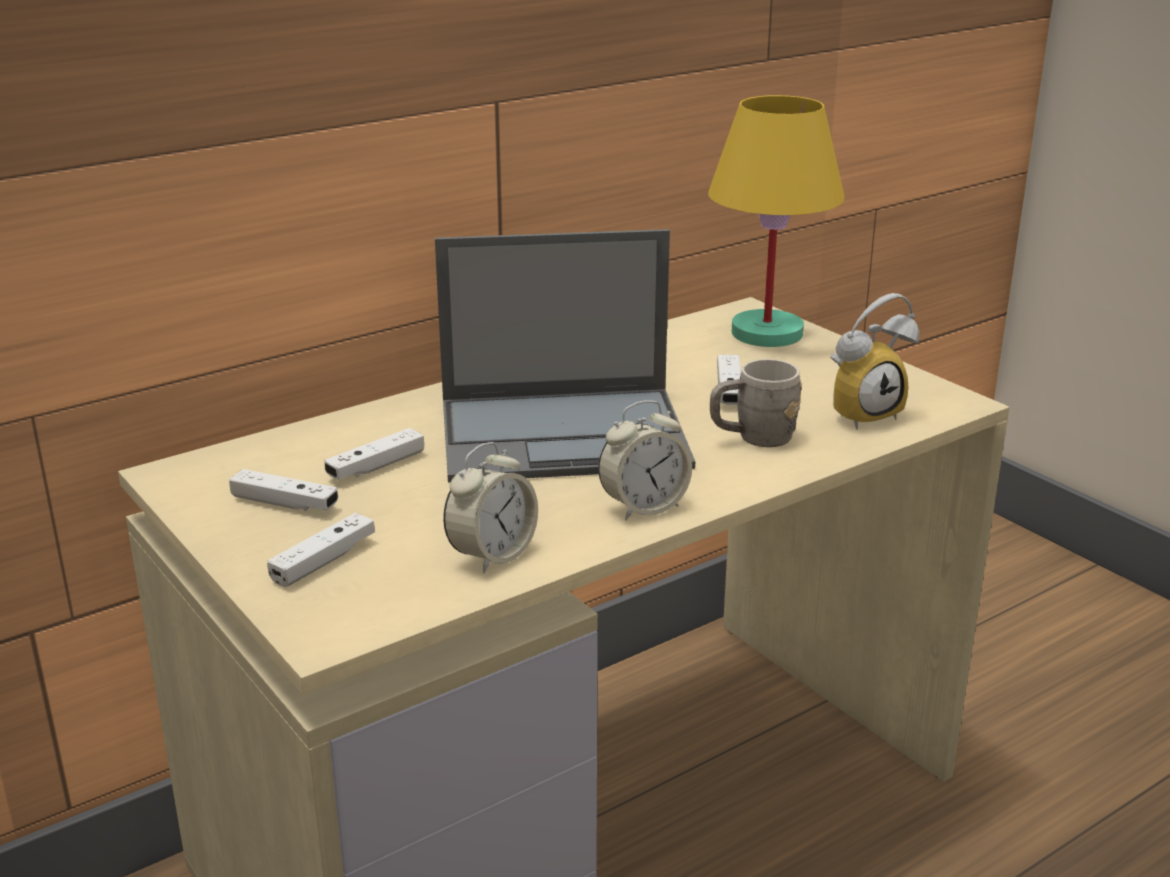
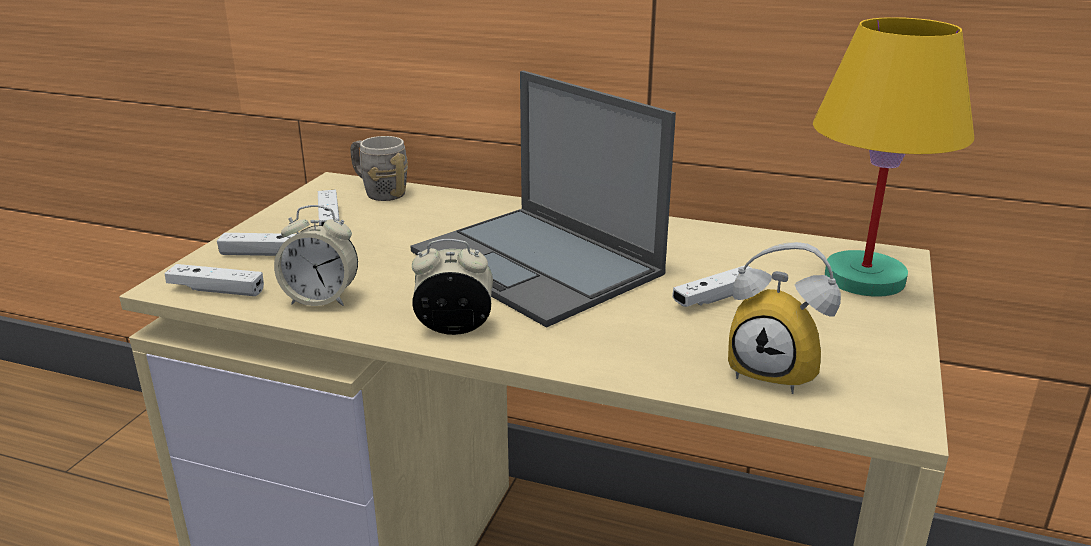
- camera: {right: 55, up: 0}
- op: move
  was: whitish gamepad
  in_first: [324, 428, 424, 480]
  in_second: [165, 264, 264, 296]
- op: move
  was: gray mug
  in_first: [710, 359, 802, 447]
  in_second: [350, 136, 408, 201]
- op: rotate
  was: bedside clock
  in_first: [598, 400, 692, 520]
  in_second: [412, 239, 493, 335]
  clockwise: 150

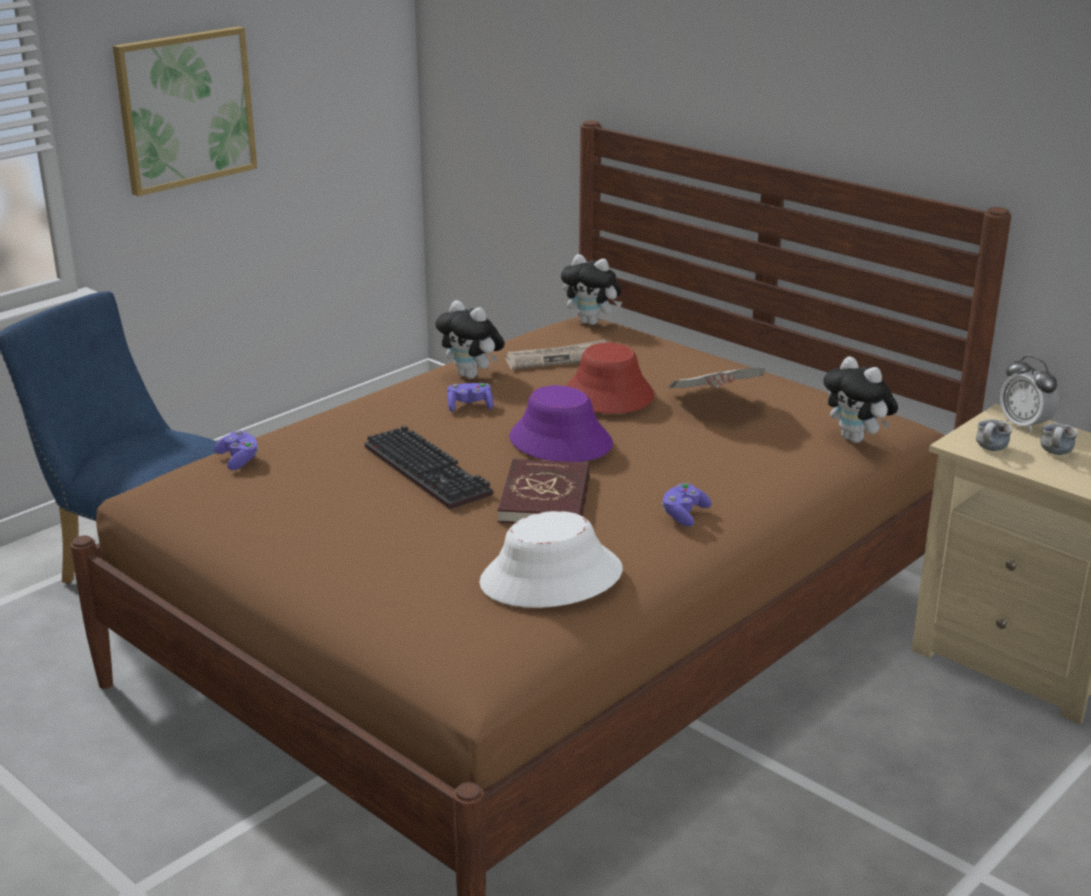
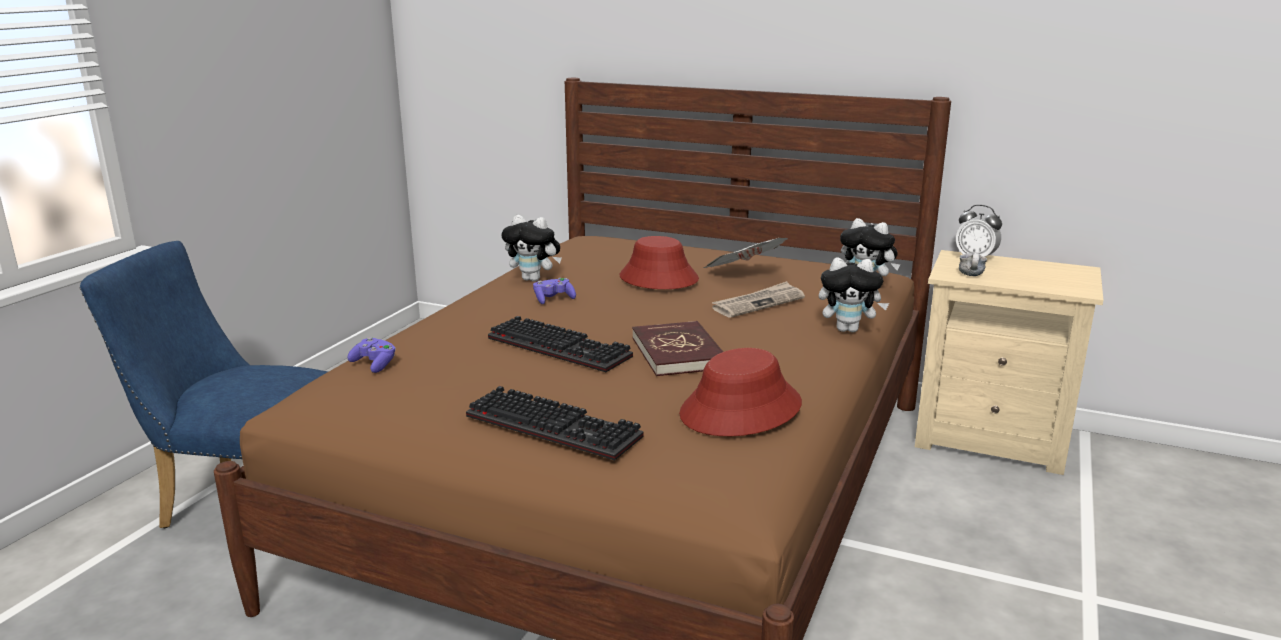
- camera: {right: -20, up: -5}
- op: delete
  was: wall art
  in_first: [113, 26, 257, 196]
- op: delete
  was: purple clothing hat
  in_first: [509, 385, 613, 462]
- op: delete
  was: purple gamepad
  in_first: [661, 483, 711, 527]
- op: delete
  was: mug
  in_first: [1040, 423, 1078, 455]
- op: insert
  now: keyboard
  in_second: [466, 386, 644, 461]
- op: move
  was: daily paper
  in_first: [505, 339, 606, 370]
  in_second: [712, 281, 805, 318]
- op: move
  was: plush toy
  in_first: [561, 254, 622, 325]
  in_second: [819, 258, 889, 332]
- op: recolor
  was: whitish clothing hat
  now: red clothing hat
  in_first: [479, 511, 623, 608]
  in_second: [679, 348, 802, 436]

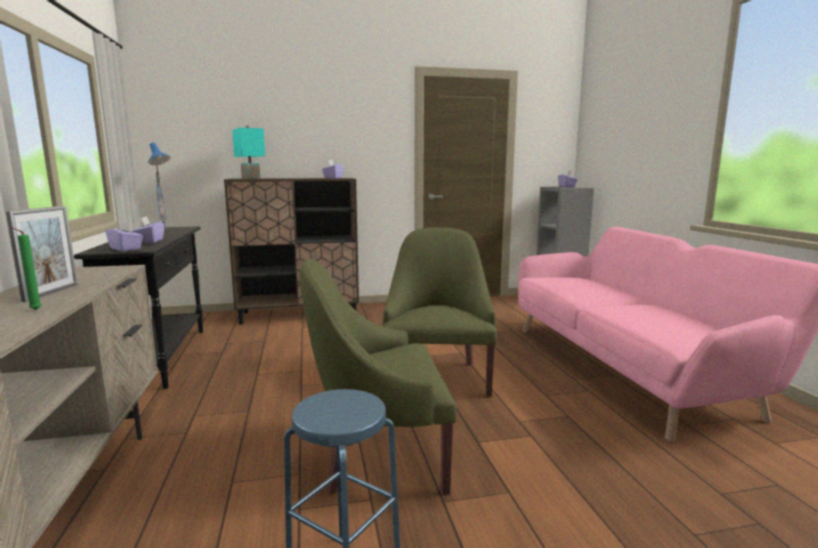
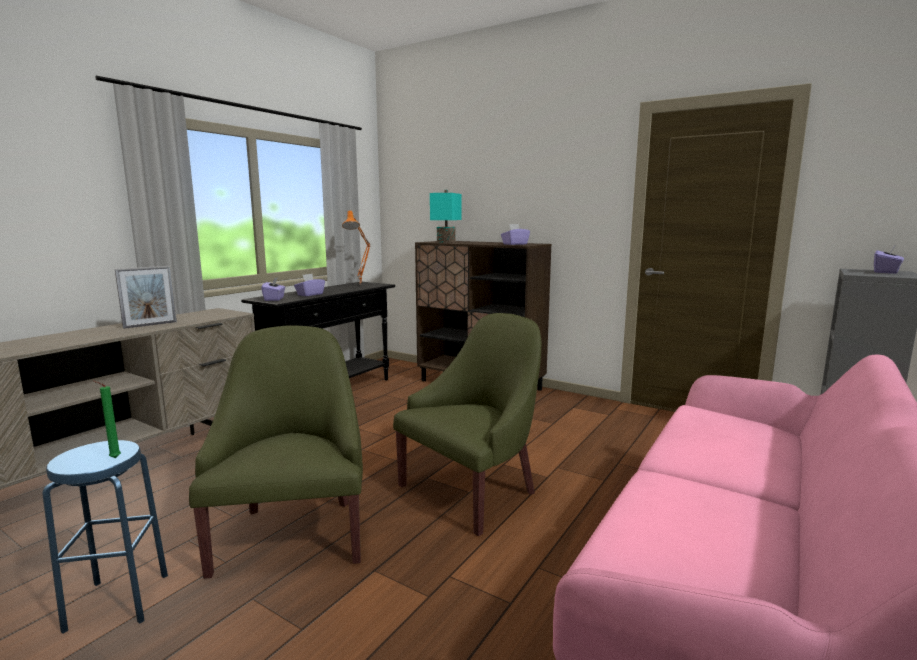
- camera: {right: 45, up: 0}
- op: move
  was: green candle
  in_first: [12, 228, 41, 310]
  in_second: [93, 380, 121, 458]
- op: recolor
  was: bluish tabletop lamp
  now: orange-coloured tabletop lamp
  in_first: [148, 143, 170, 230]
  in_second: [342, 210, 371, 283]
- op: rotate
  was: green easy chair
  in_first: [300, 259, 457, 495]
  in_second: [189, 325, 363, 579]
  clockwise: 45

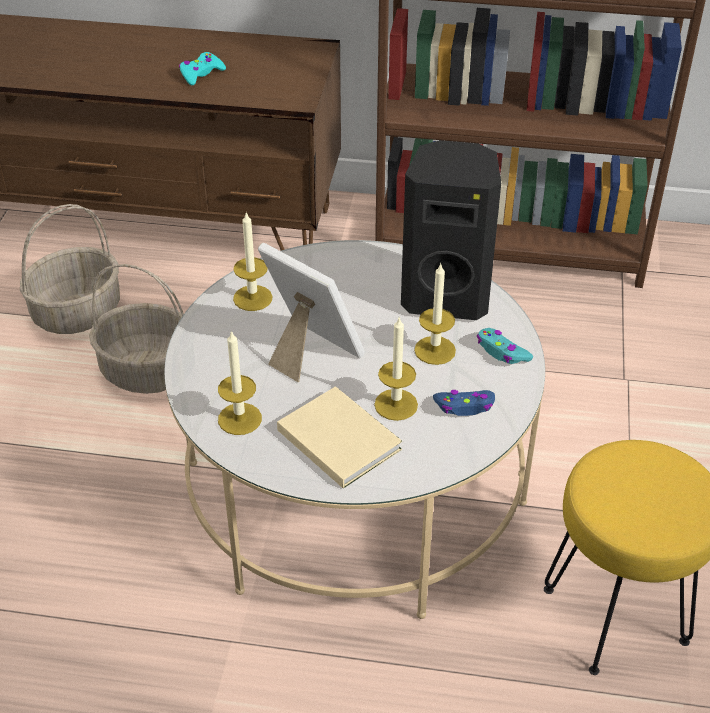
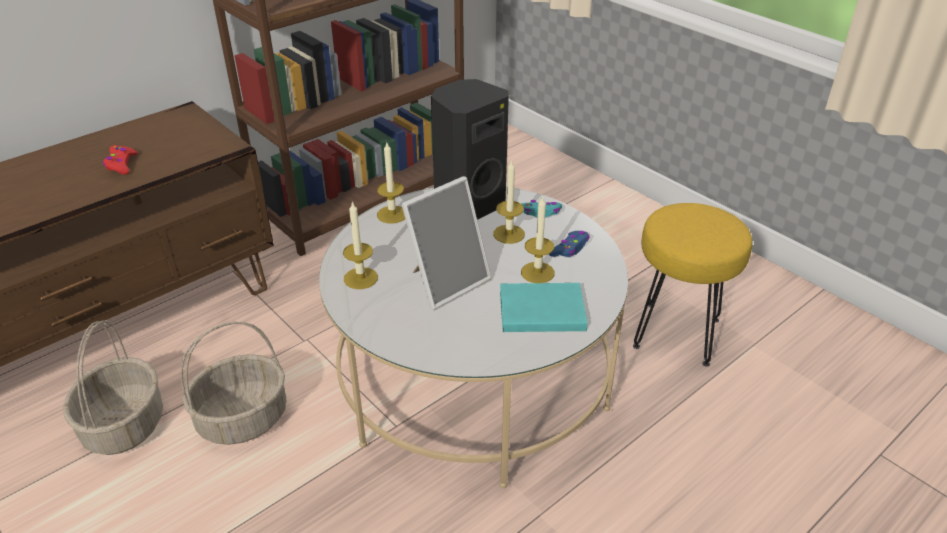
- camera: {right: -50, up: -5}
- op: move
  was: candle
  in_first: [218, 330, 262, 435]
  in_second: [377, 143, 405, 224]
- op: recolor
  was: turquoise-coloured gamepad
  now: red gamepad
  in_first: [179, 52, 226, 85]
  in_second: [103, 145, 138, 175]
- op: recolor
  was: sand-coloured volume
  now: turquoise-coloured volume
  in_first: [277, 386, 402, 489]
  in_second: [500, 283, 588, 332]
- op: rotate
  was: standing frame
  in_first: [258, 243, 365, 382]
  in_second: [401, 176, 491, 310]
  clockwise: 150

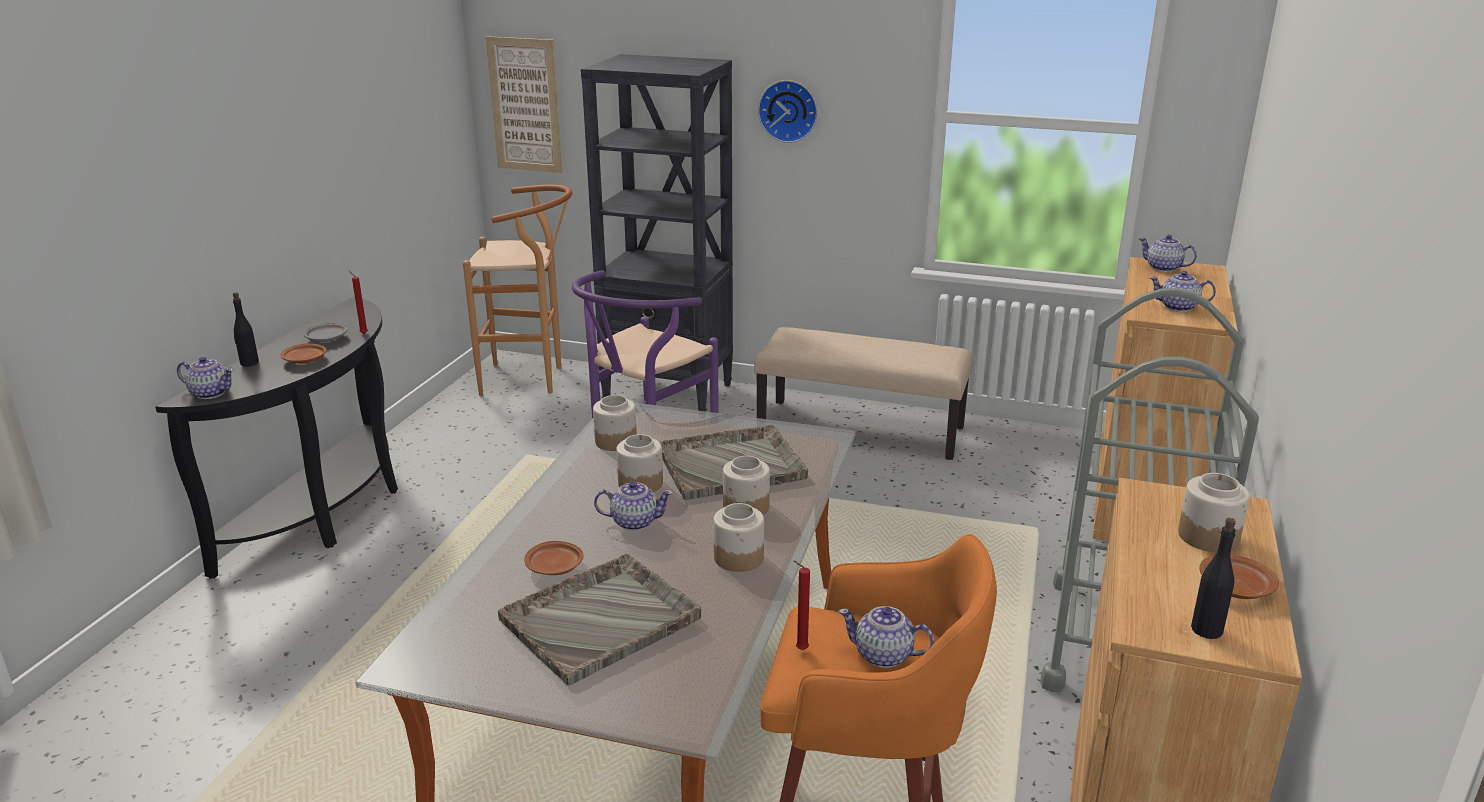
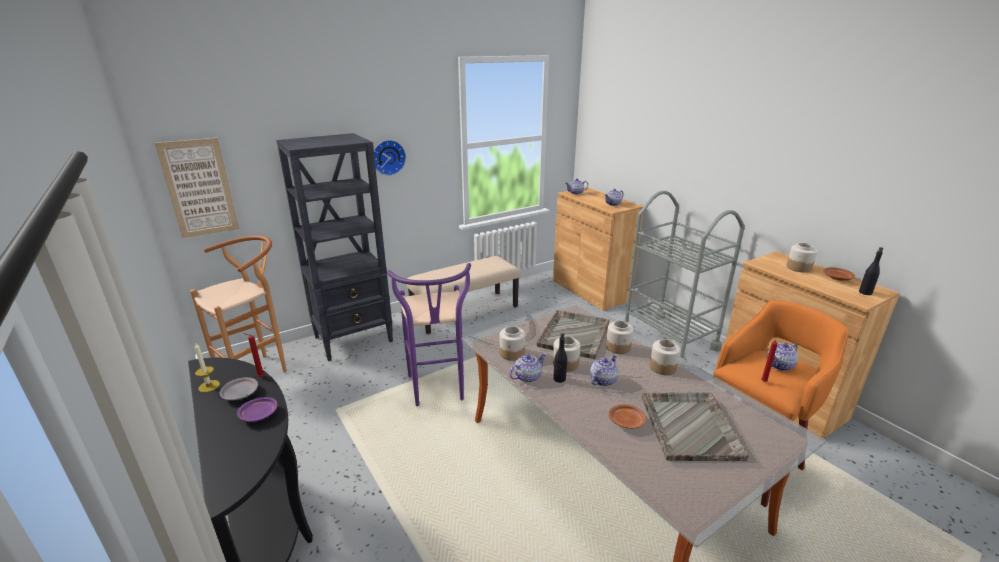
- camera: {right: -50, up: 0}
- op: insert
  now: candle
  in_second: [195, 343, 220, 392]
- op: move
  was: teapot
  in_first: [177, 357, 234, 399]
  in_second: [509, 353, 546, 383]
- op: move
  was: blackish beverage bottle
  in_first: [233, 292, 259, 366]
  in_second: [553, 333, 567, 383]
- op: recolor
  was: brown flat dish
  now: purple flat dish
  in_first: [280, 343, 327, 364]
  in_second: [237, 397, 278, 422]

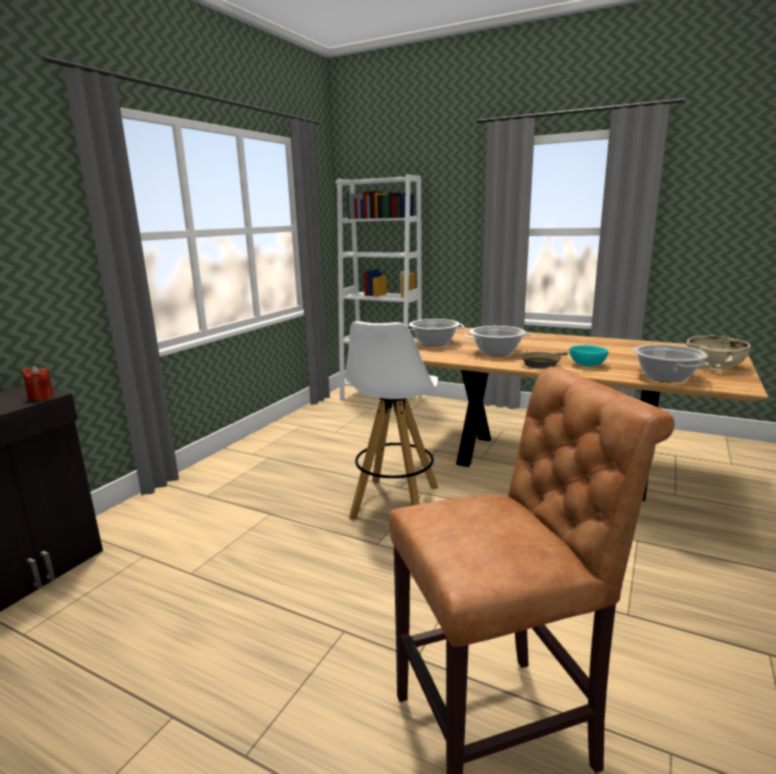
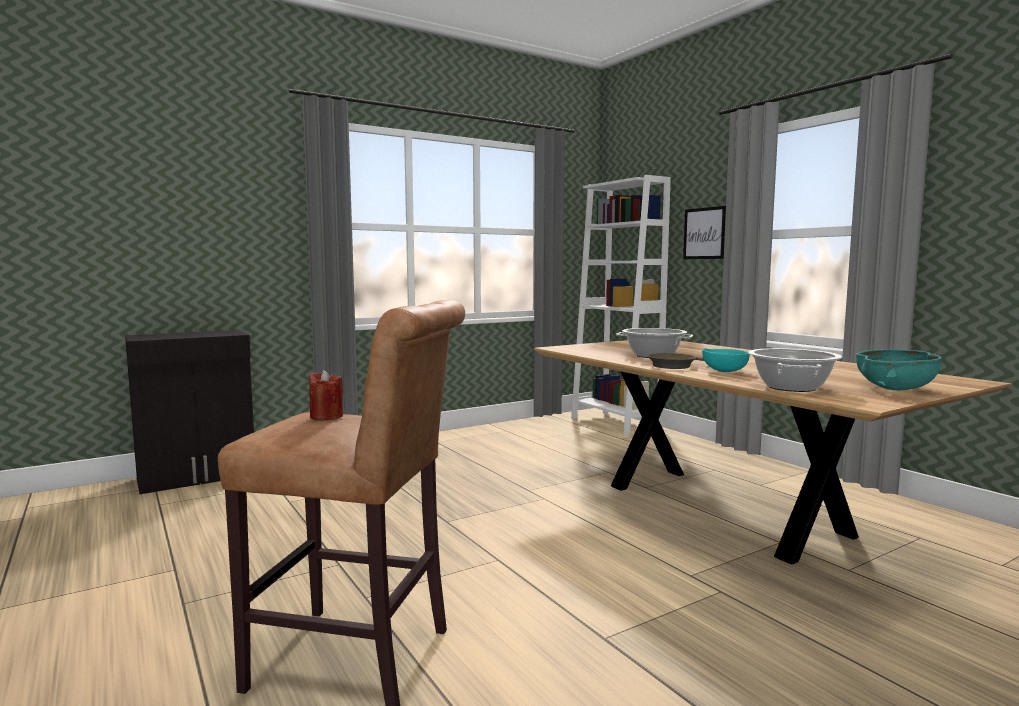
- camera: {right: 30, up: -10}
- op: delete
  was: whitish stool seat
  in_first: [346, 321, 438, 520]
- op: delete
  was: stockpot
  in_first: [405, 319, 465, 347]
- op: insert
  now: wall art
  in_second: [683, 206, 726, 259]
- op: move
  was: red candle
  in_first: [22, 366, 54, 401]
  in_second: [309, 370, 343, 421]
- op: recolor
  was: sand-coloured serving bowl
  now: turquoise-coloured serving bowl
  in_first: [686, 336, 750, 369]
  in_second: [856, 349, 942, 390]

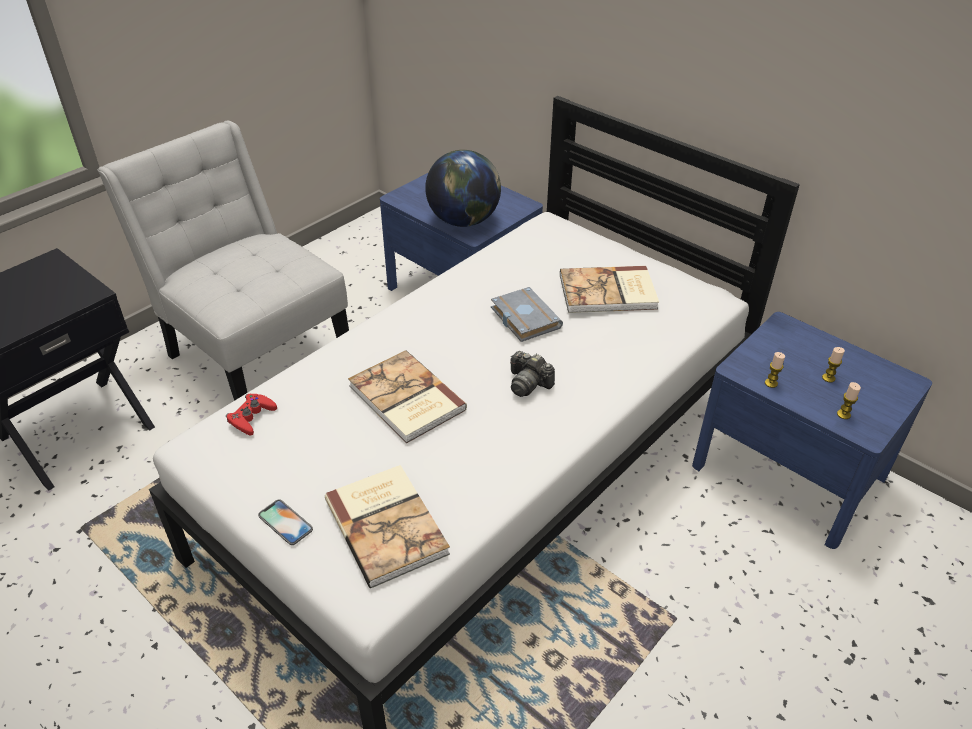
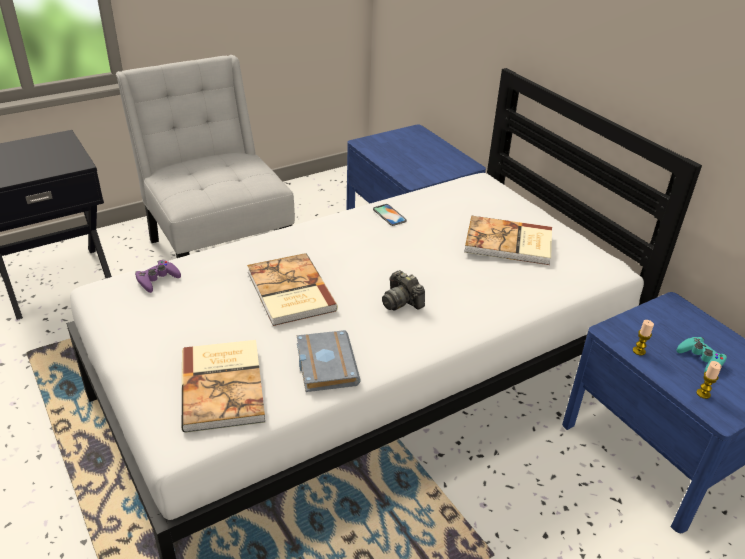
- camera: {right: 15, up: -5}
- op: delete
  was: desk globe
  in_first: [425, 150, 501, 227]
- op: move
  was: handset
  in_first: [258, 499, 313, 545]
  in_second: [373, 204, 407, 226]
- op: move
  was: gray volume
  in_first: [491, 287, 563, 342]
  in_second: [297, 330, 361, 392]
- op: replace
  was: candle
  now: turquoise-coloured gamepad
  in_first: [822, 347, 845, 383]
  in_second: [676, 337, 727, 372]
- op: recolor
  was: red gamepad
  now: purple gamepad
  in_first: [226, 394, 277, 436]
  in_second: [135, 260, 181, 293]

